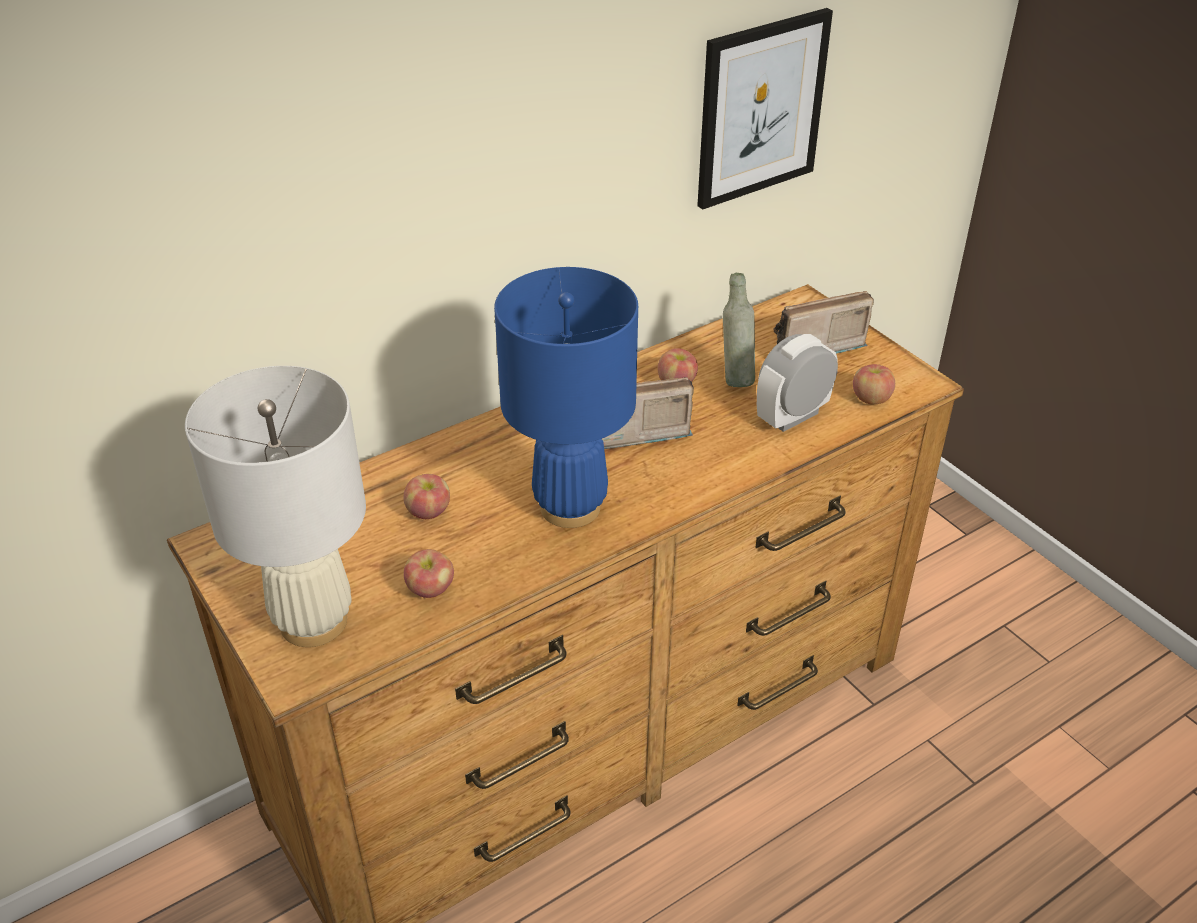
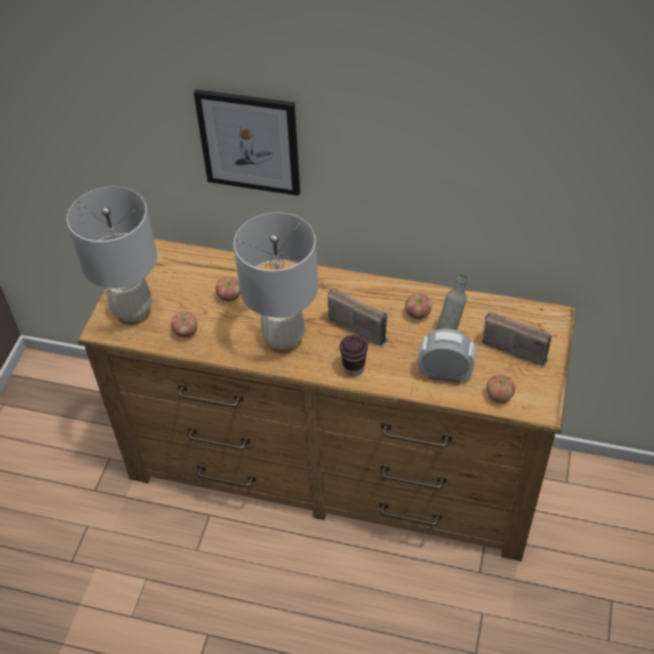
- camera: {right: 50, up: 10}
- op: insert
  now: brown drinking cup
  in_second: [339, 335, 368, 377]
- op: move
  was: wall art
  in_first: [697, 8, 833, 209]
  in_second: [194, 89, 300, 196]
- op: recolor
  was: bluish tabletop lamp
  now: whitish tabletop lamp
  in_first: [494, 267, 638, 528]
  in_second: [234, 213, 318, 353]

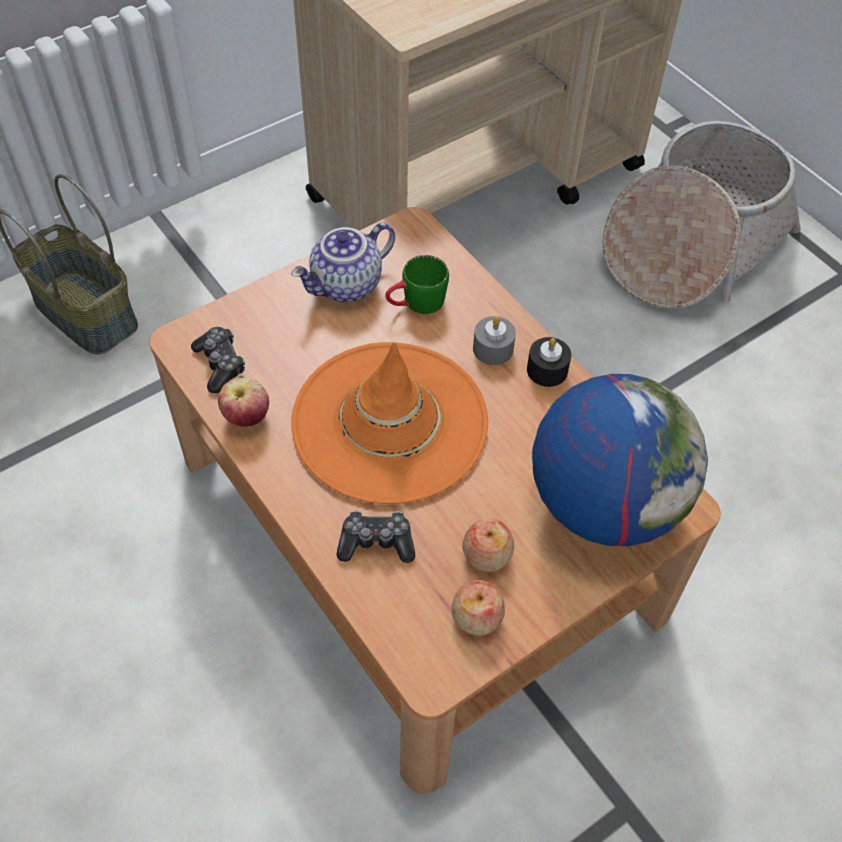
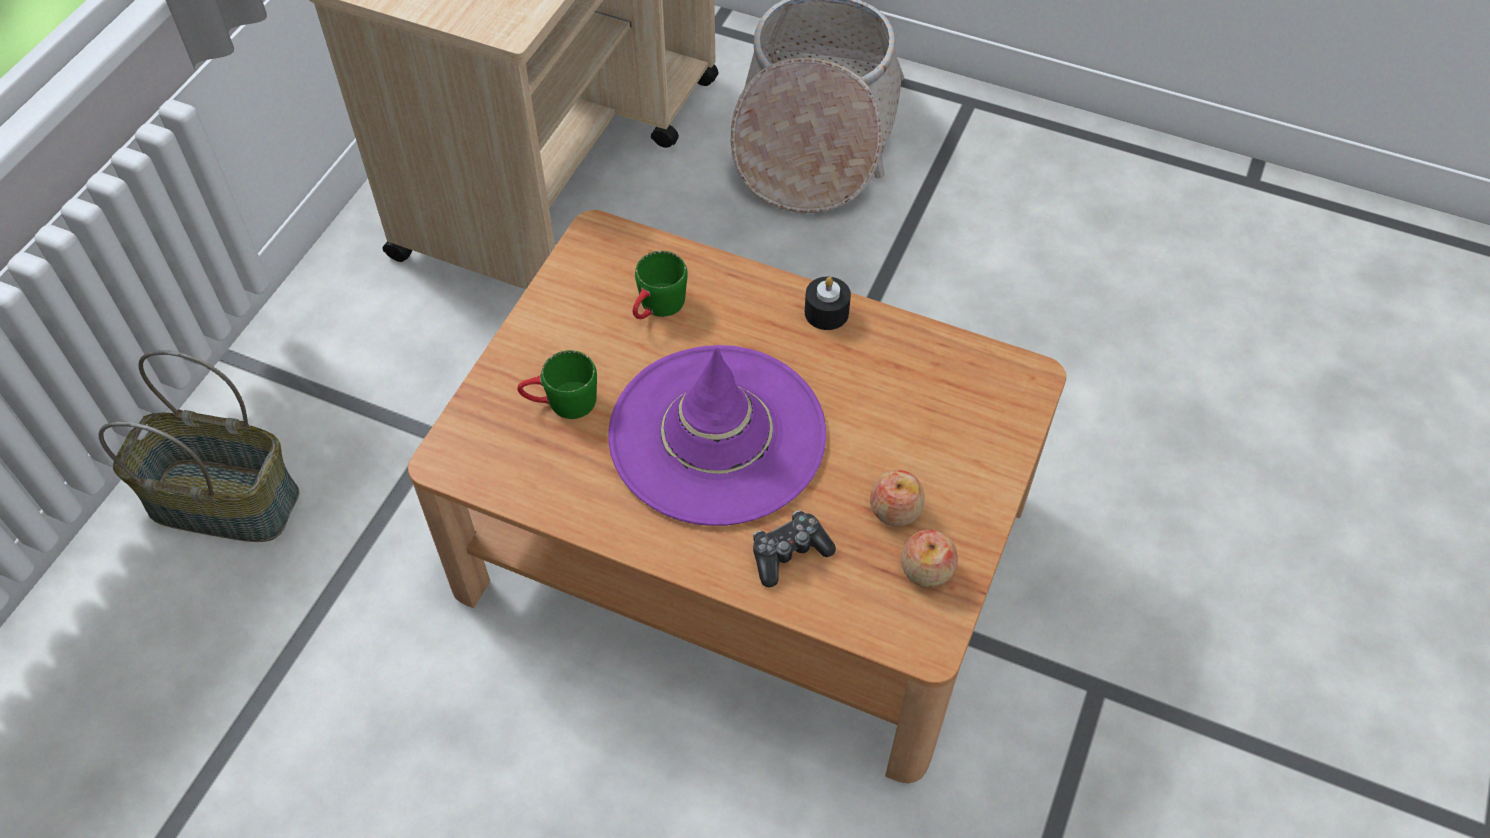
- camera: {right: -30, up: 0}
- op: delete
  was: gamepad
  in_first: [191, 327, 245, 393]
- op: delete
  was: apple
  in_first: [218, 378, 269, 427]
- op: delete
  was: teapot
  in_first: [291, 223, 395, 302]
- op: delete
  was: gray candle
  in_first: [473, 316, 516, 365]
- op: delete
  was: desk globe
  in_first: [532, 374, 708, 546]
- op: insert
  now: green mug
  in_second: [517, 350, 597, 419]
- op: recolor
  was: orange-coloured clothing hat
  now: purple clothing hat
  in_first: [291, 342, 488, 504]
  in_second: [608, 345, 826, 526]

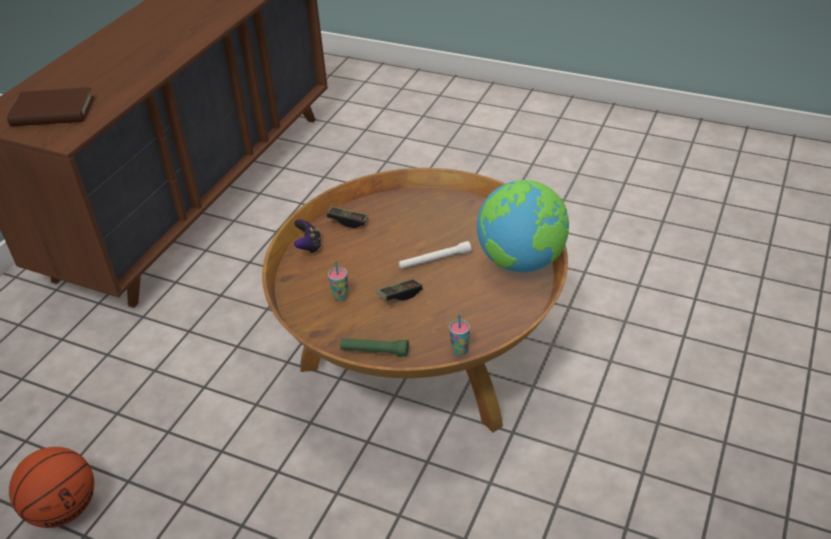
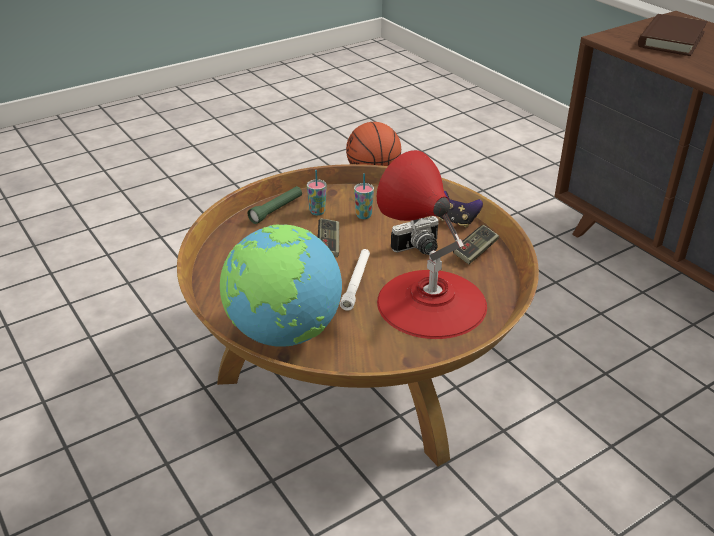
- camera: {right: 120, up: -5}
- op: insert
  now: red tabletop lamp
  in_second: [377, 150, 487, 339]
- op: insert
  now: still camera
  in_second: [391, 216, 439, 255]
- op: move
  was: drinking cup
  in_first: [449, 314, 470, 356]
  in_second: [307, 170, 327, 215]

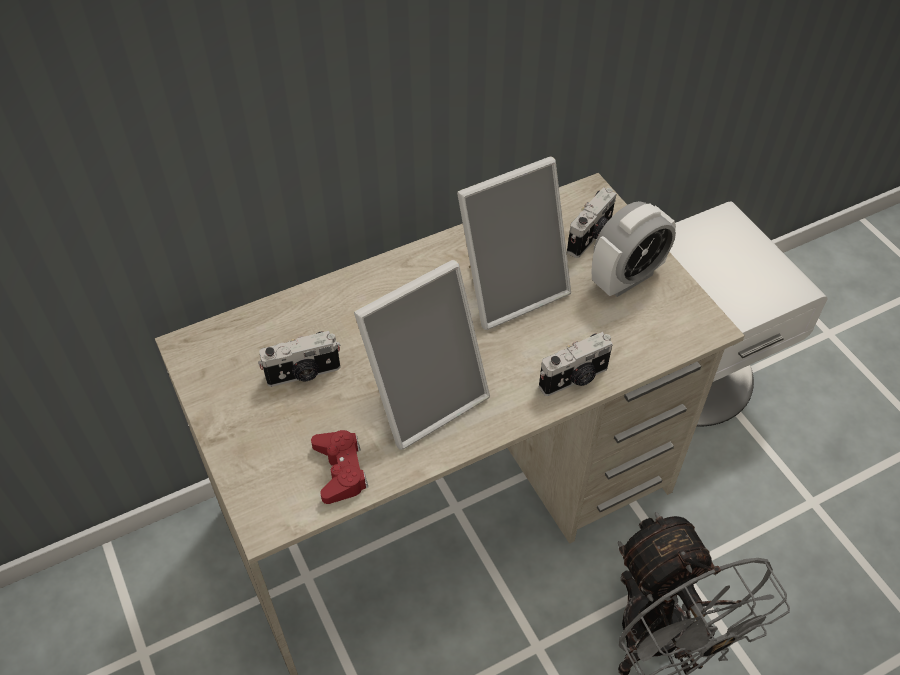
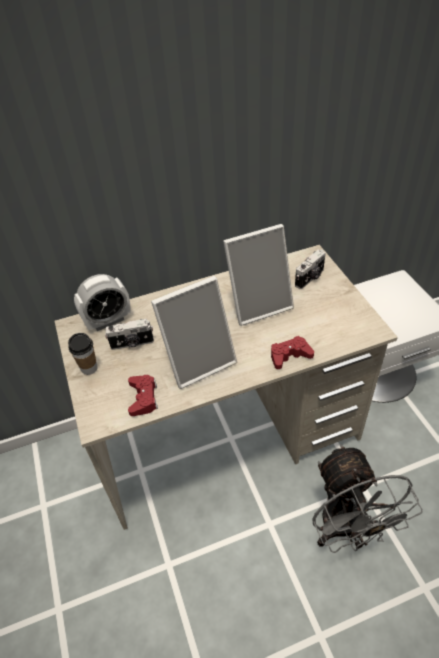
- camera: {right: 10, up: -5}
- op: insert
  now: drinking cup
  in_second: [68, 333, 98, 375]
- op: move
  was: bedside clock
  in_first: [592, 201, 676, 297]
  in_second: [74, 274, 131, 331]
- op: replace
  was: still camera
  now: red gamepad
  in_first: [539, 332, 613, 396]
  in_second: [271, 336, 314, 369]

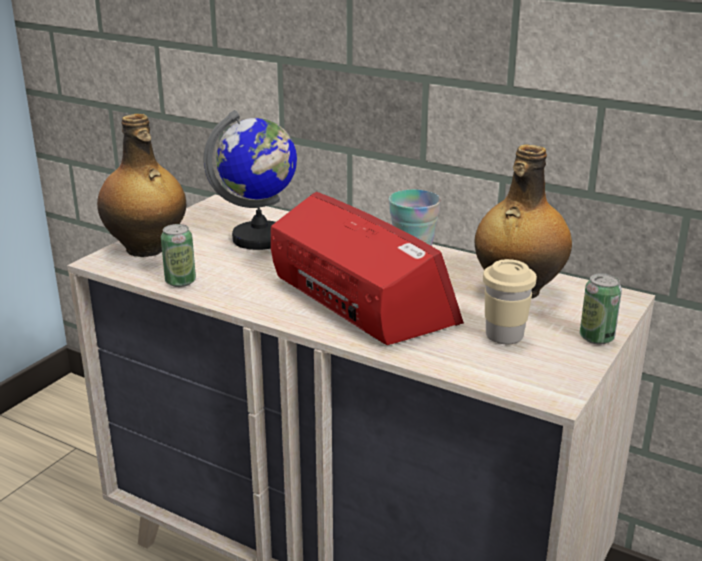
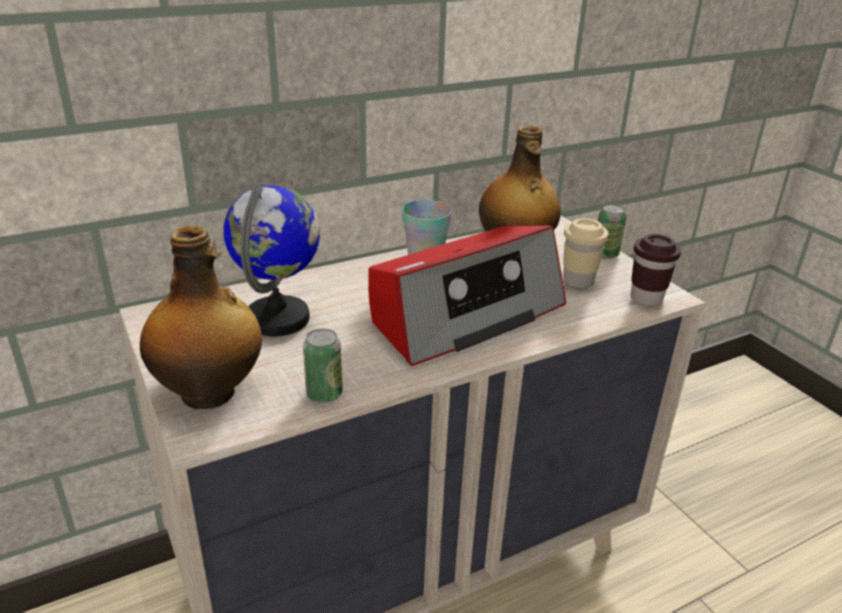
- camera: {right: -60, up: 5}
- op: insert
  now: brown drinking cup
  in_second: [631, 234, 681, 306]
- op: rotate
  was: radio receiver
  in_first: [271, 192, 464, 345]
  in_second: [368, 225, 566, 366]
  clockwise: 150

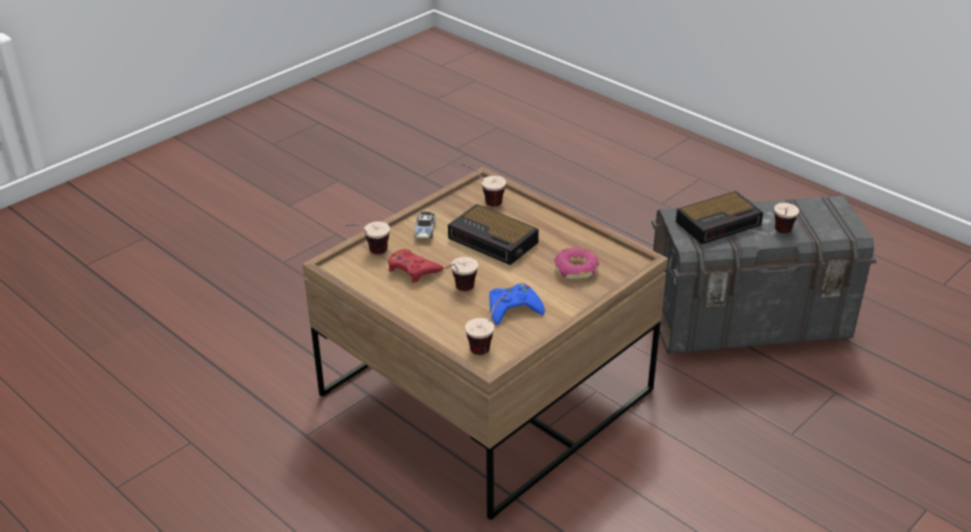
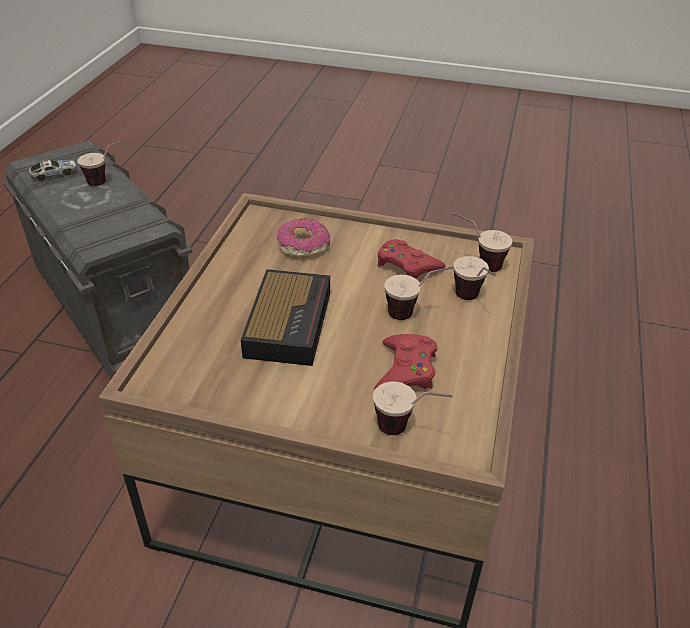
- camera: {right: -120, up: 5}
- op: delete
  was: bedside clock
  in_first: [676, 191, 763, 244]
- op: move
  was: toy car
  in_first: [414, 212, 436, 239]
  in_second: [29, 160, 76, 181]
- op: move
  was: drinking cup
  in_first: [462, 164, 506, 206]
  in_second: [453, 256, 495, 300]
- op: recolor
  was: bluish gamepad
  now: red gamepad
  in_first: [489, 284, 545, 325]
  in_second: [377, 239, 446, 279]

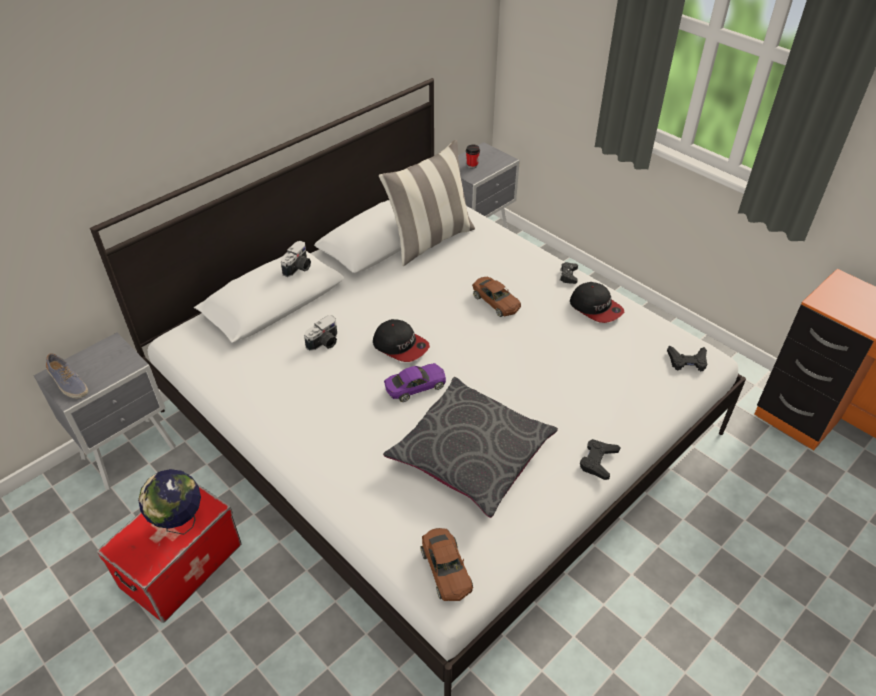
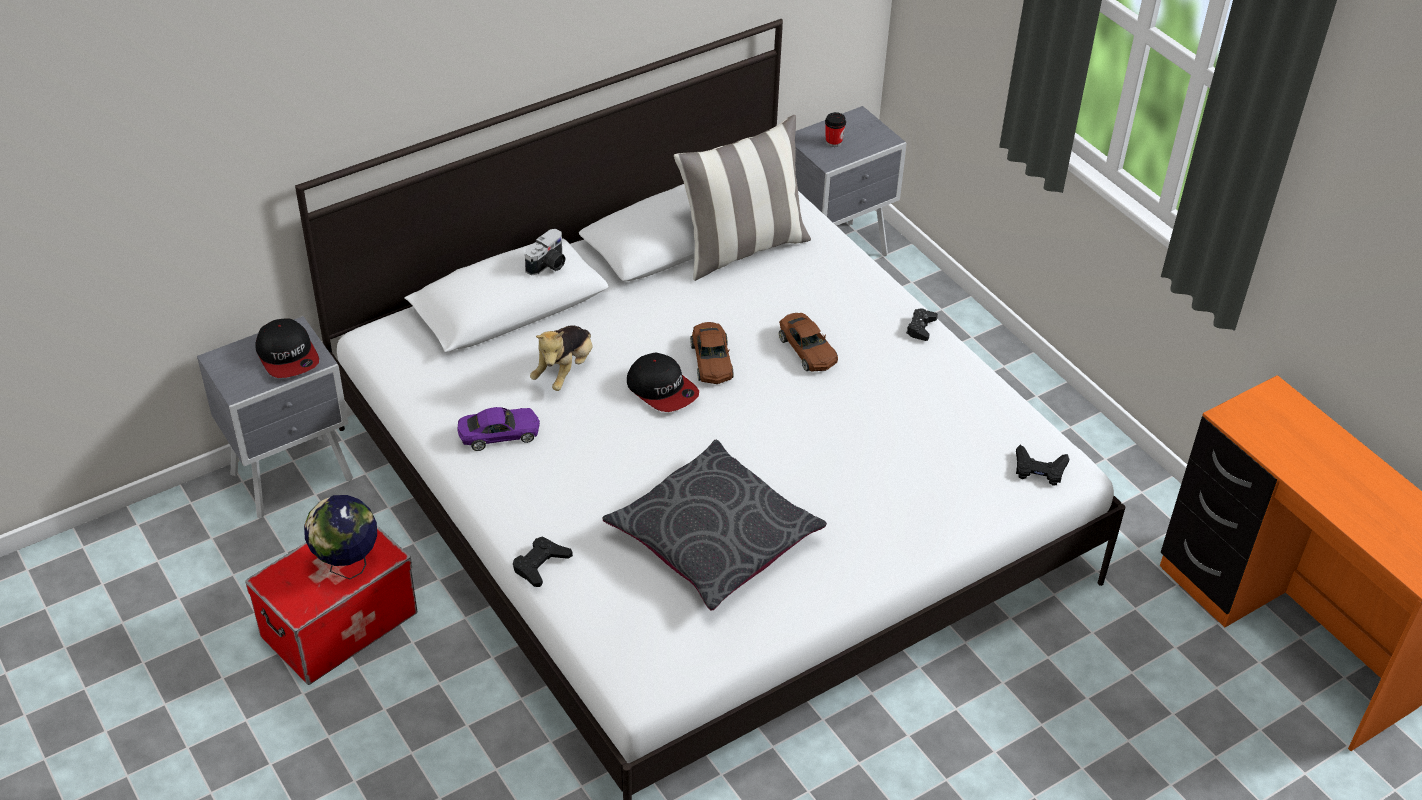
- camera: {right: 10, up: 0}
- op: delete
  was: item of footwear
  in_first: [46, 353, 88, 398]
- op: move
  was: purple toy car
  in_first: [384, 363, 446, 402]
  in_second: [457, 407, 540, 451]
- op: move
  was: brown toy car
  in_first: [420, 528, 473, 601]
  in_second: [690, 322, 734, 384]
- op: move
  was: cap
  in_first: [570, 282, 624, 323]
  in_second: [255, 318, 319, 378]
- op: move
  was: blackish gamepad
  in_first: [580, 439, 621, 480]
  in_second: [513, 537, 573, 587]
- op: replace
  was: still camera
  now: plush toy
  in_first: [304, 315, 337, 351]
  in_second: [530, 325, 593, 391]

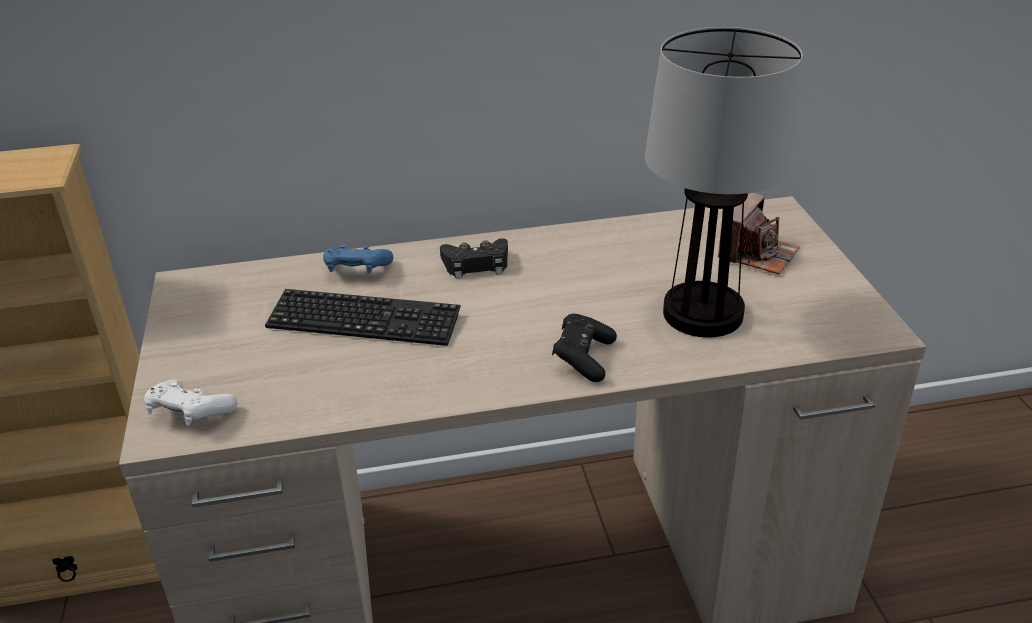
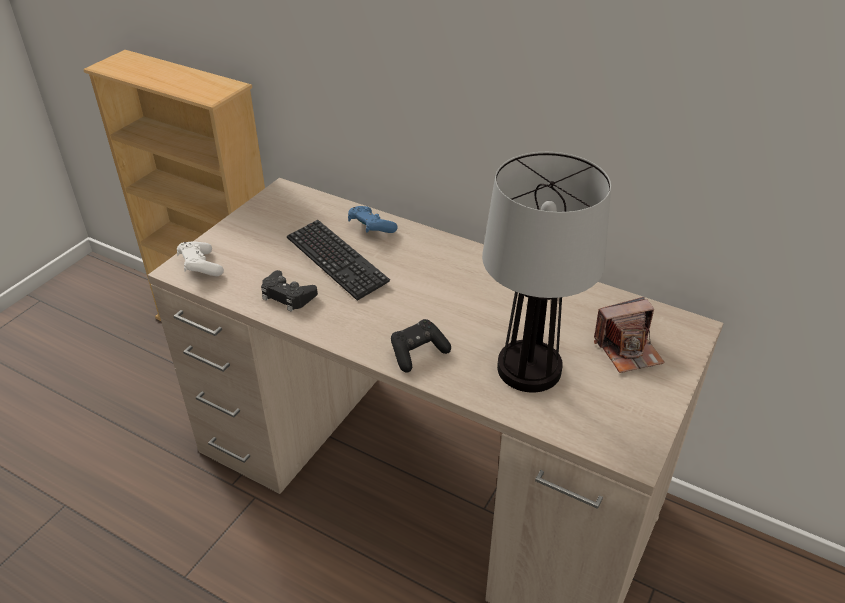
- camera: {right: 40, up: 5}
- op: move
  was: blackish gamepad
  in_first: [440, 238, 508, 279]
  in_second: [261, 270, 318, 312]

